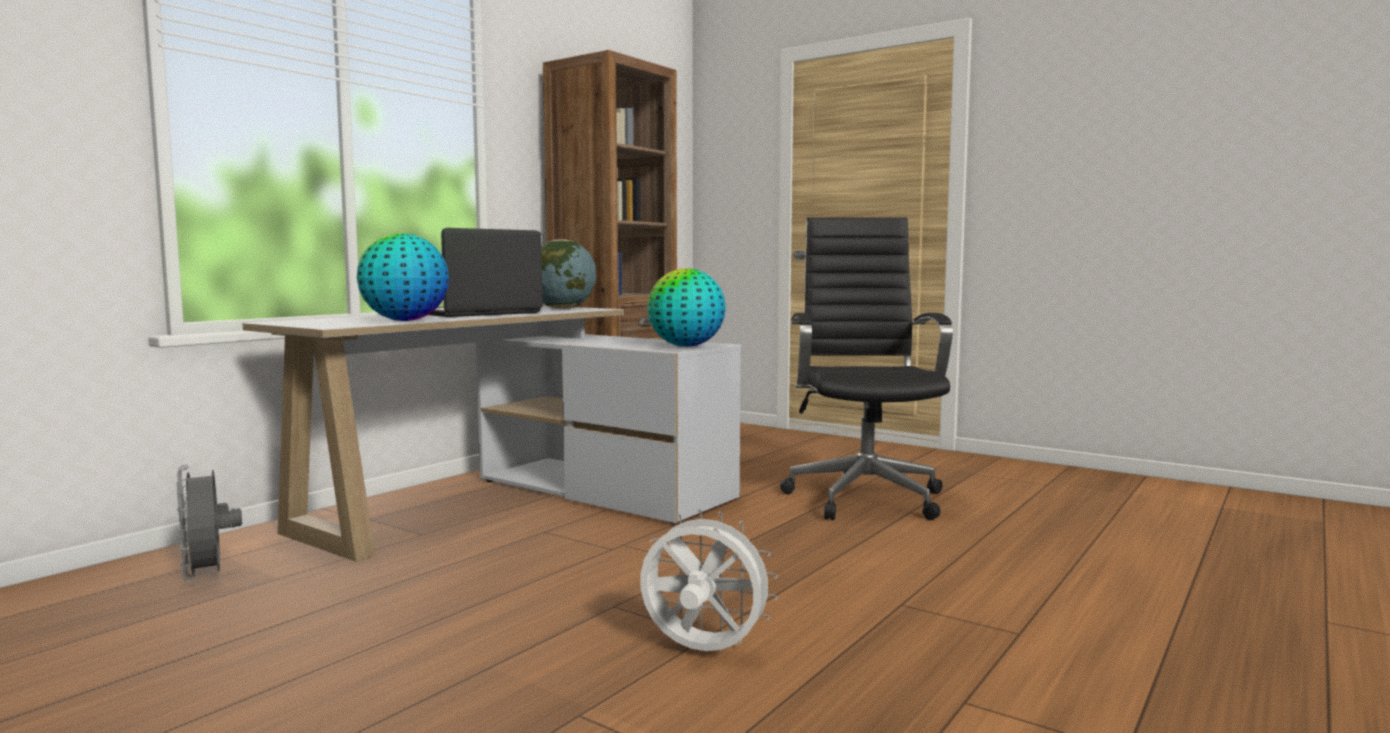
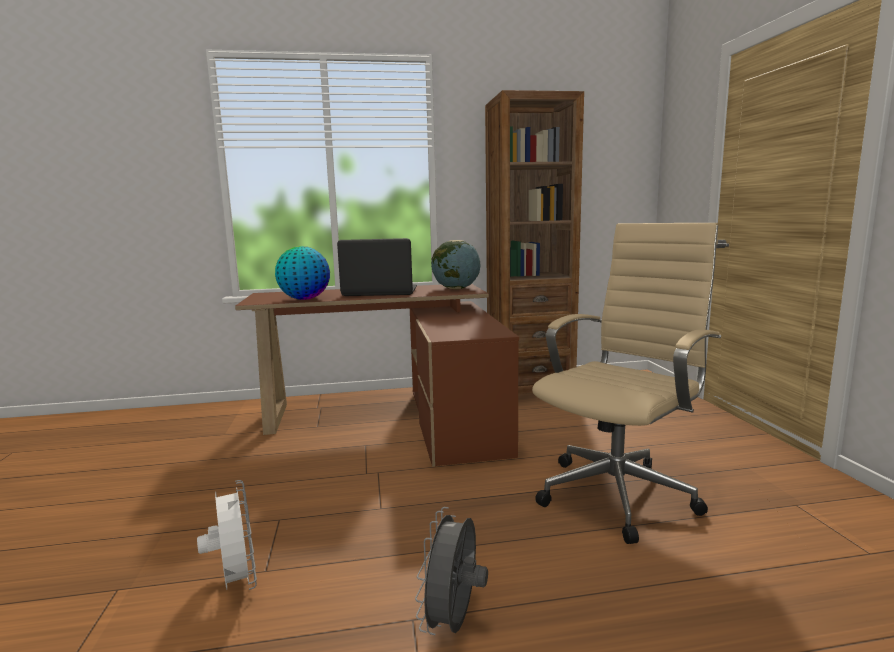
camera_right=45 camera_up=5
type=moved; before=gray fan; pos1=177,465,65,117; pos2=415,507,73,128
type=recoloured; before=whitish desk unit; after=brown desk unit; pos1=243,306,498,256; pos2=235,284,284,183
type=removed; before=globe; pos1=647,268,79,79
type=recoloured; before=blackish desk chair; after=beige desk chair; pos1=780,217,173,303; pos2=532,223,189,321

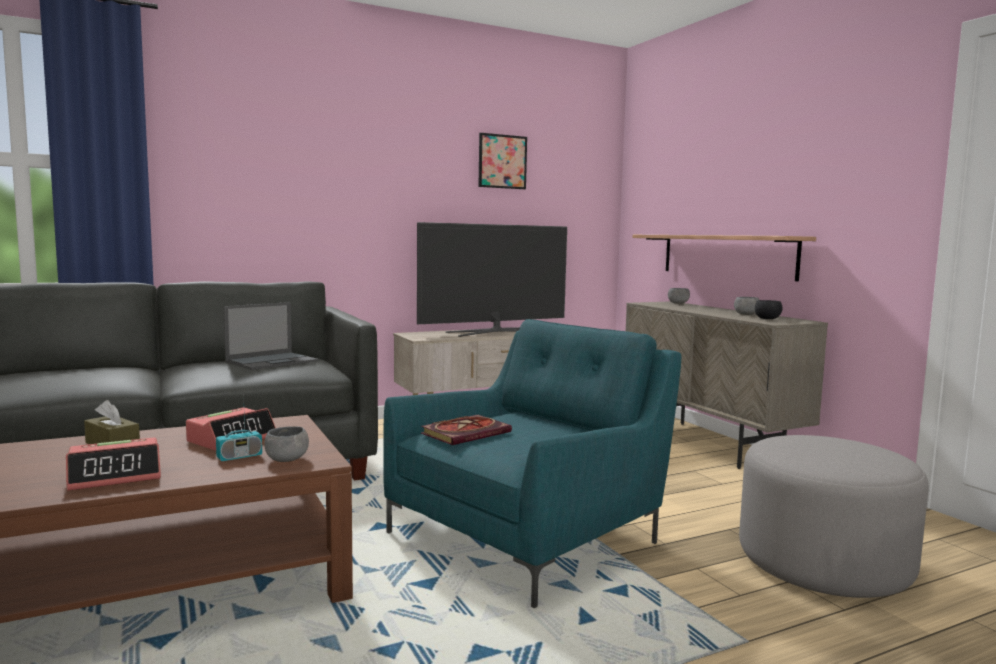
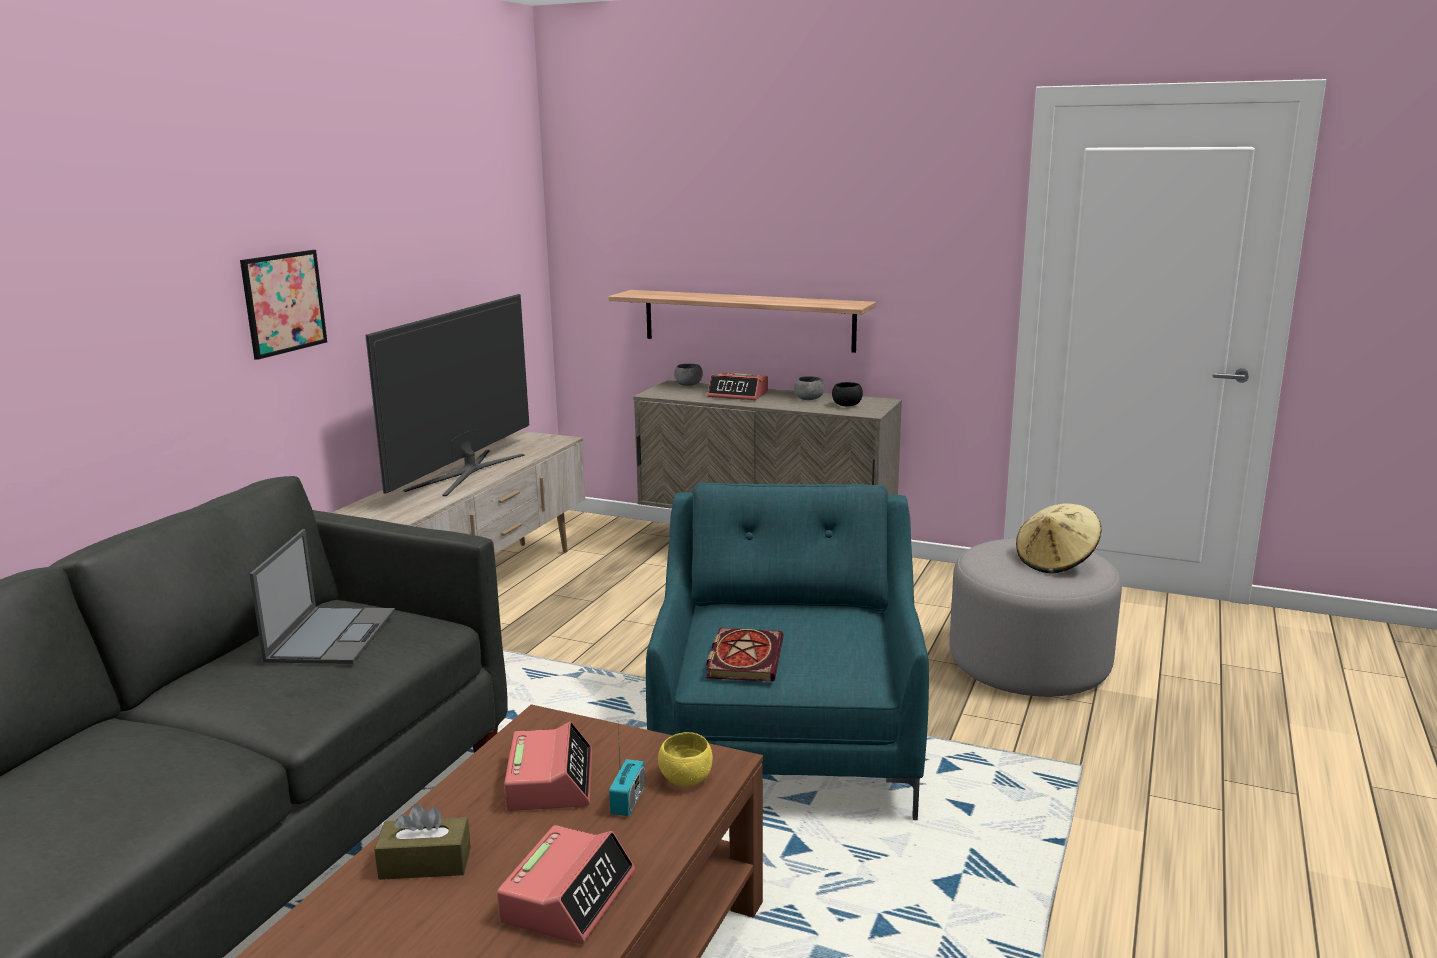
camera_right=-40 camera_up=10
type=recoloured; before=gray bowl; after=yellow bowl; pos1=264,426,45,36; pos2=658,732,55,55
type=moved; before=wall art; pos1=479,133,48,56; pos2=240,250,87,110
type=added; after=alarm clock; pos2=707,373,61,27
type=added; after=beige clothing hat; pos2=1016,503,85,70

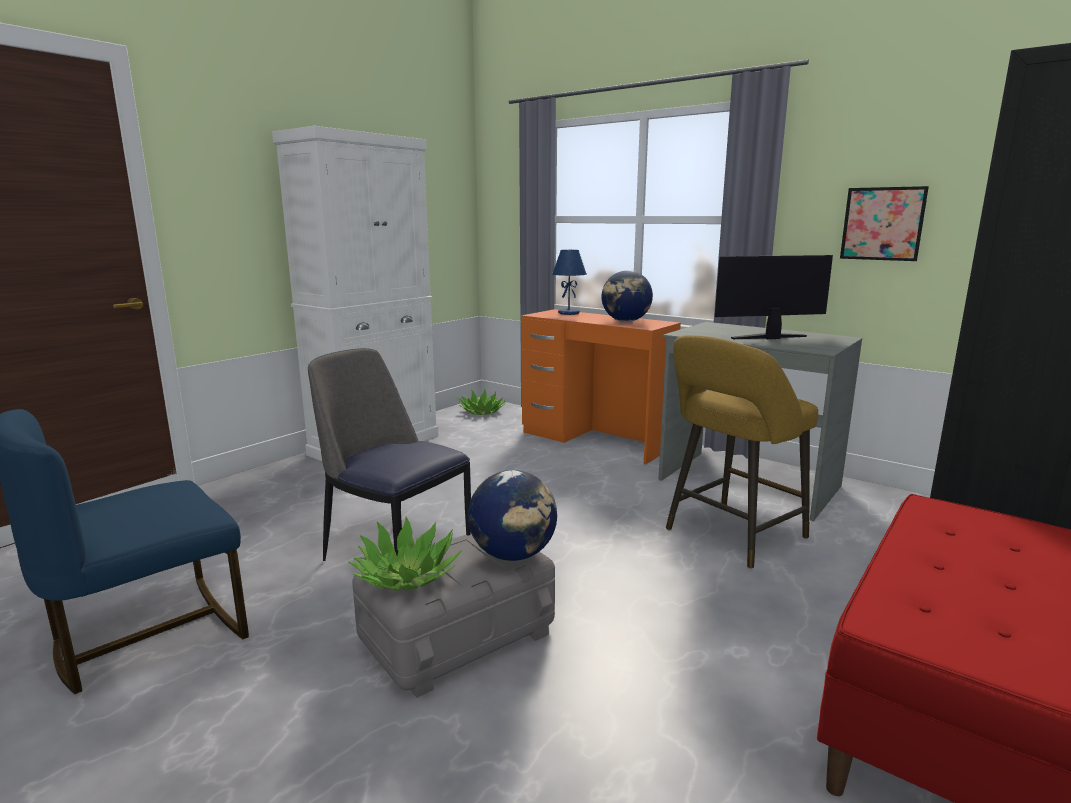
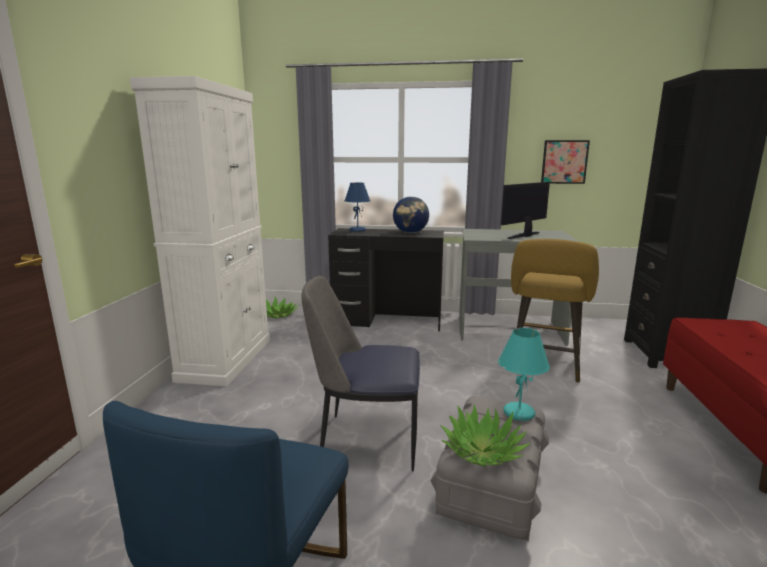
camera_right=-30 camera_up=0
type=replaced; before=globe; after=turquoise lamp for a table; pos1=468,470,89,91; pos2=498,328,52,93
type=recoloured; before=orangey desk unit; after=blackish desk unit; pos1=521,309,160,155; pos2=328,228,116,103

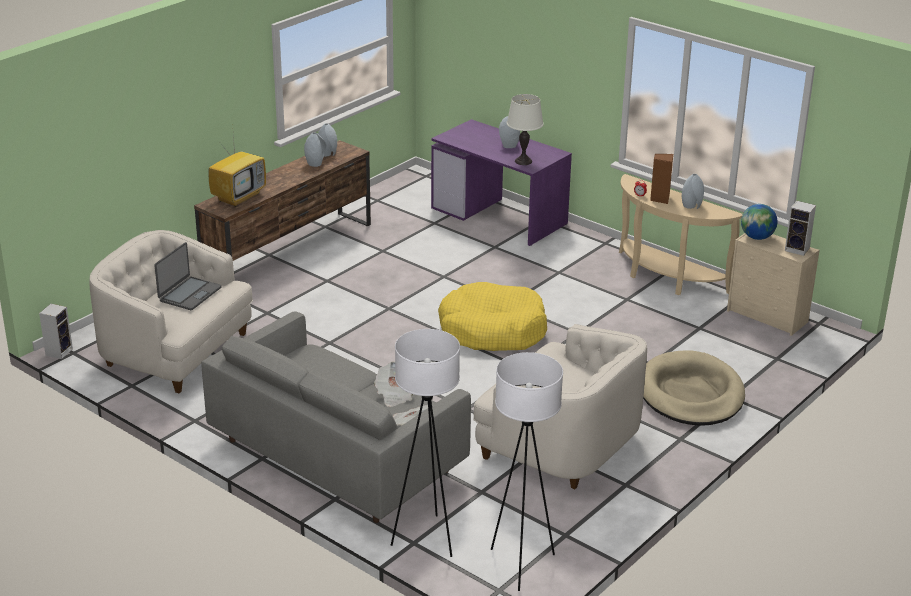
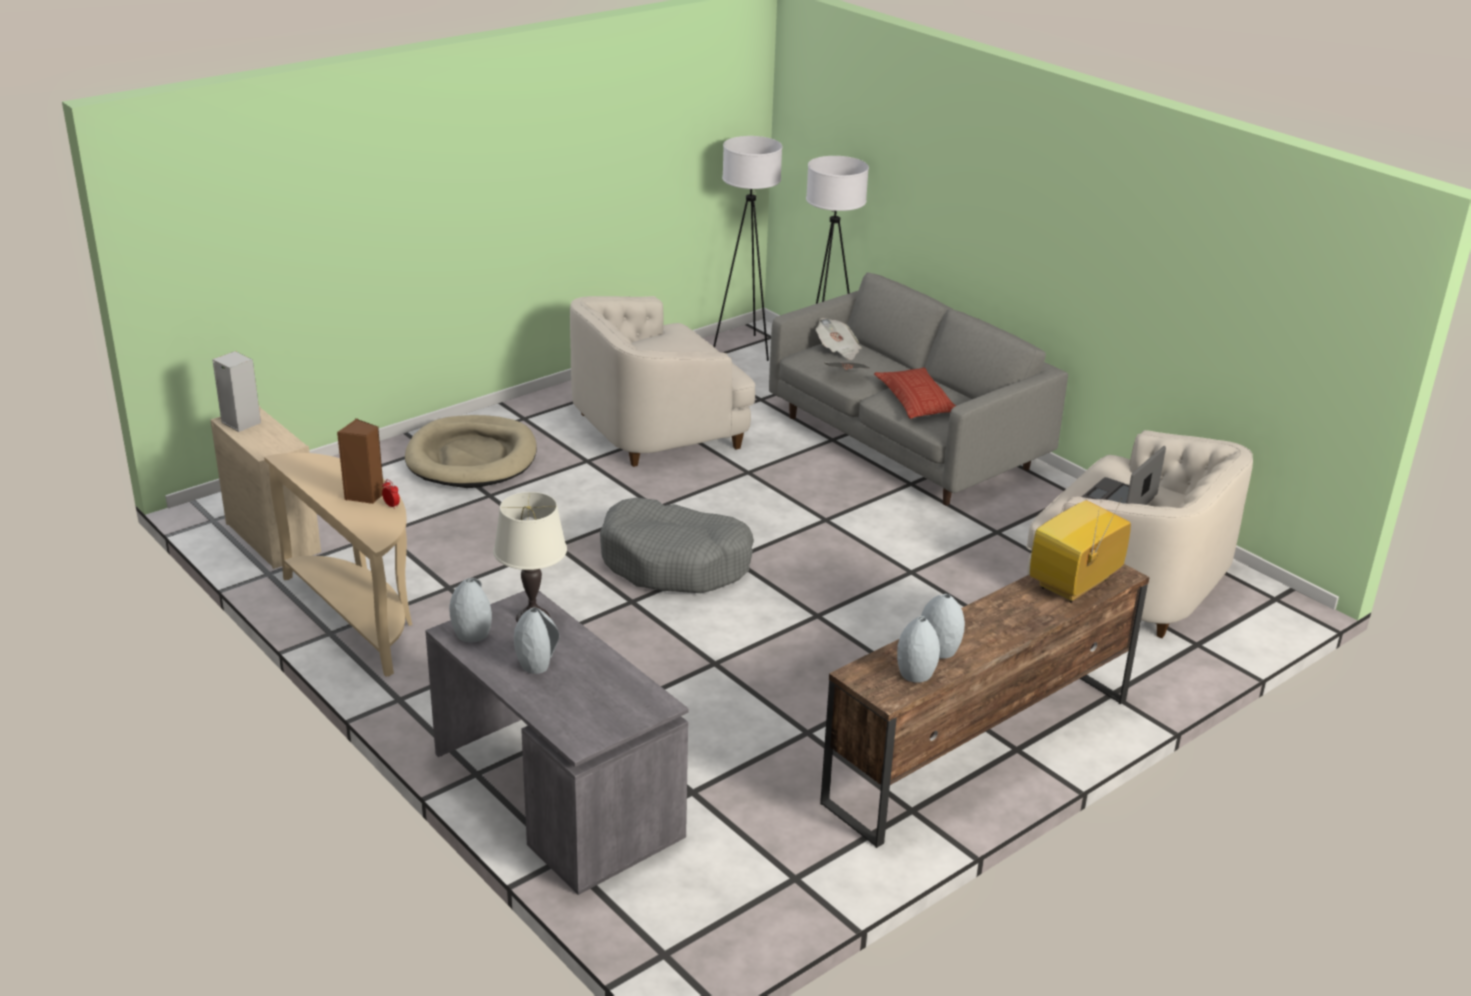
camera_right=-170 camera_up=0
type=removed; before=speaker; pos1=39,304,34,55
type=recoloured; before=purple-coloured desk unit; after=gray desk unit; pos1=431,119,141,127; pos2=425,591,263,304
type=recoloured; before=yellow dog cushion; after=gray dog cushion; pos1=438,282,109,69; pos2=600,497,154,96
type=turned; before=whitish lounge chair; pos1=473,324,174,165; pos2=570,296,186,171; turn=-75
type=moved; before=gray flower vase; pos1=682,174,22,35; pos2=449,578,43,65
type=removed; before=globe; pos1=741,204,37,36
type=added; after=pillow; pos2=874,368,82,51

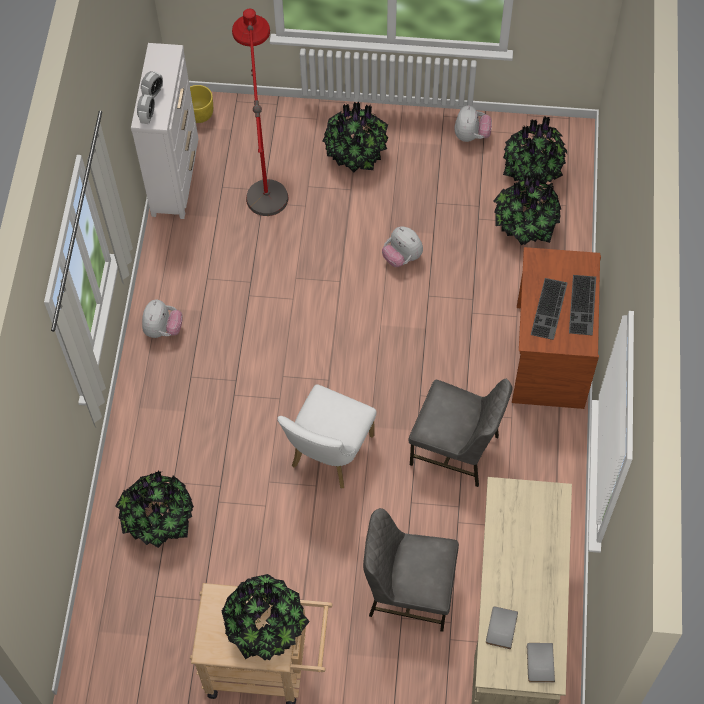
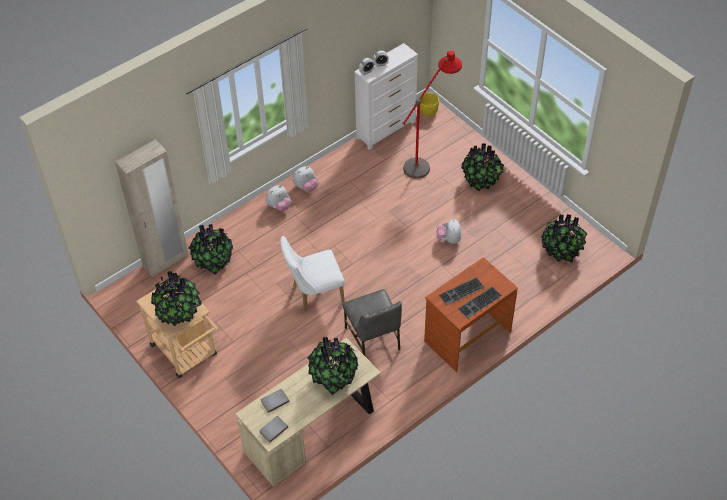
camera_right=45 camera_up=-10
type=removed; before=gray upright chair; pos1=363,508,96,124
type=moved; before=cuddly toy; pos1=455,105,37,37; pos2=266,185,25,26
type=moved; before=potted plant; pos1=493,175,68,70; pos2=307,336,51,59
type=added; after=beige wardrobe; pos2=115,140,73,137

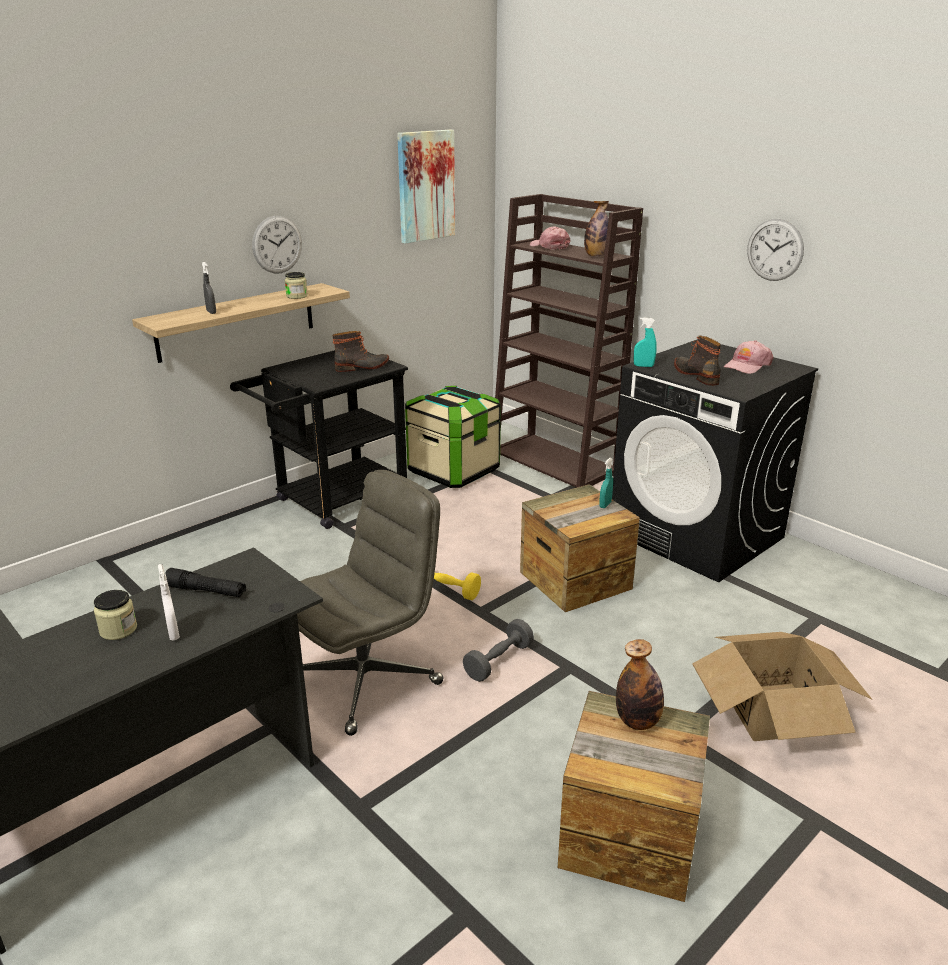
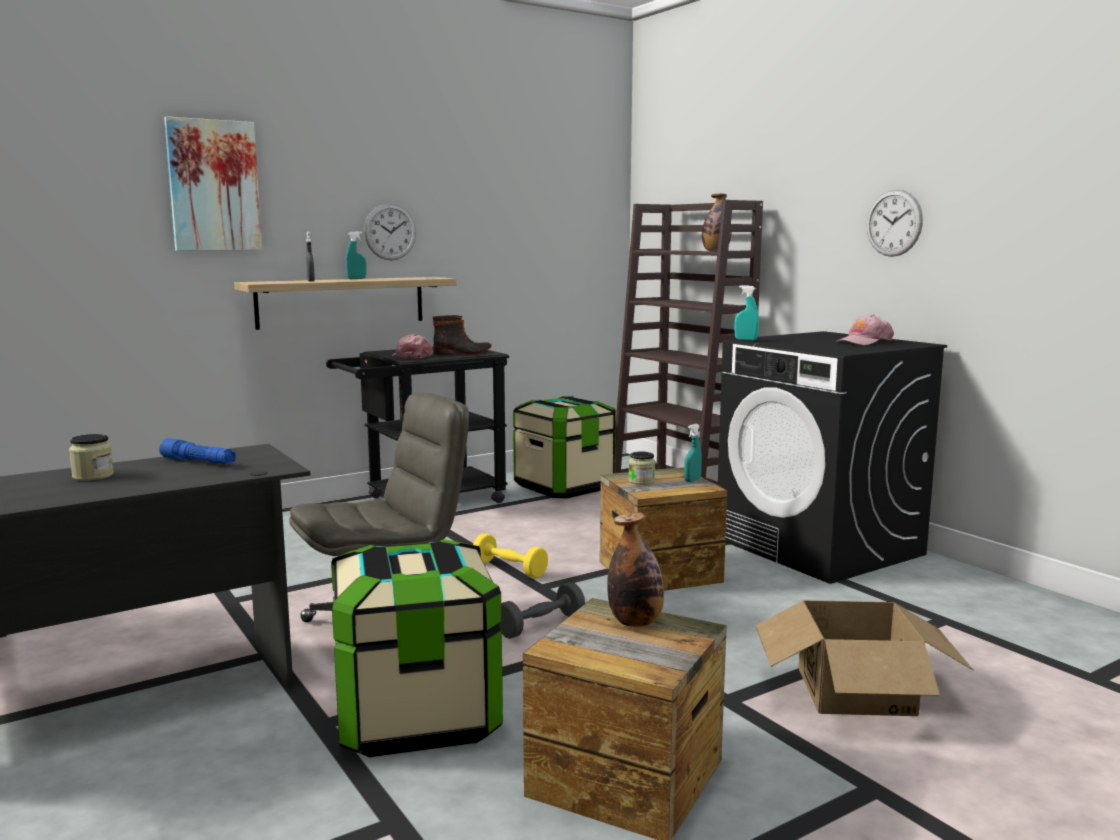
camera_right=10 camera_up=-15
type=removed; before=whitish hand sprayer; pos1=158,564,22,76
type=recoloured; before=blackish hand torch; after=blue-coloured hand torch; pos1=165,568,81,29; pos2=159,438,77,27
type=moved; before=storage jar; pos1=285,272,23,27; pos2=628,451,27,34
type=moved; before=wall art; pos1=397,130,58,114; pos2=164,116,98,135
type=moved; before=pink cap; pos1=530,227,40,23; pos2=392,334,41,24
type=removed; before=high-top boot; pos1=674,336,47,50
type=added; after=storage box; pos2=331,539,172,218
type=added; after=turquoise hand sprayer; pos2=345,232,21,47

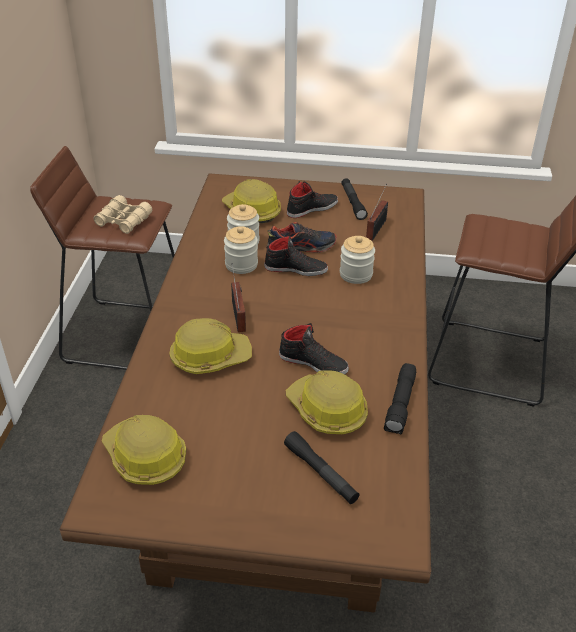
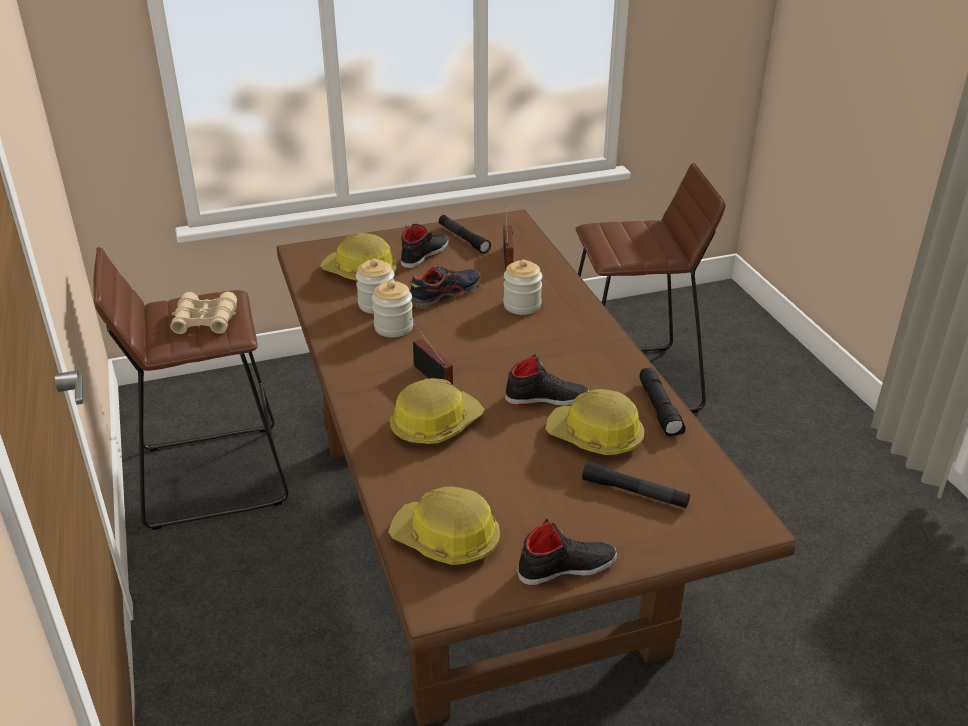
camera_right=-25 camera_up=-5
type=moved; before=blackish low shoe; pos1=264,235,64,41; pos2=517,519,100,67

